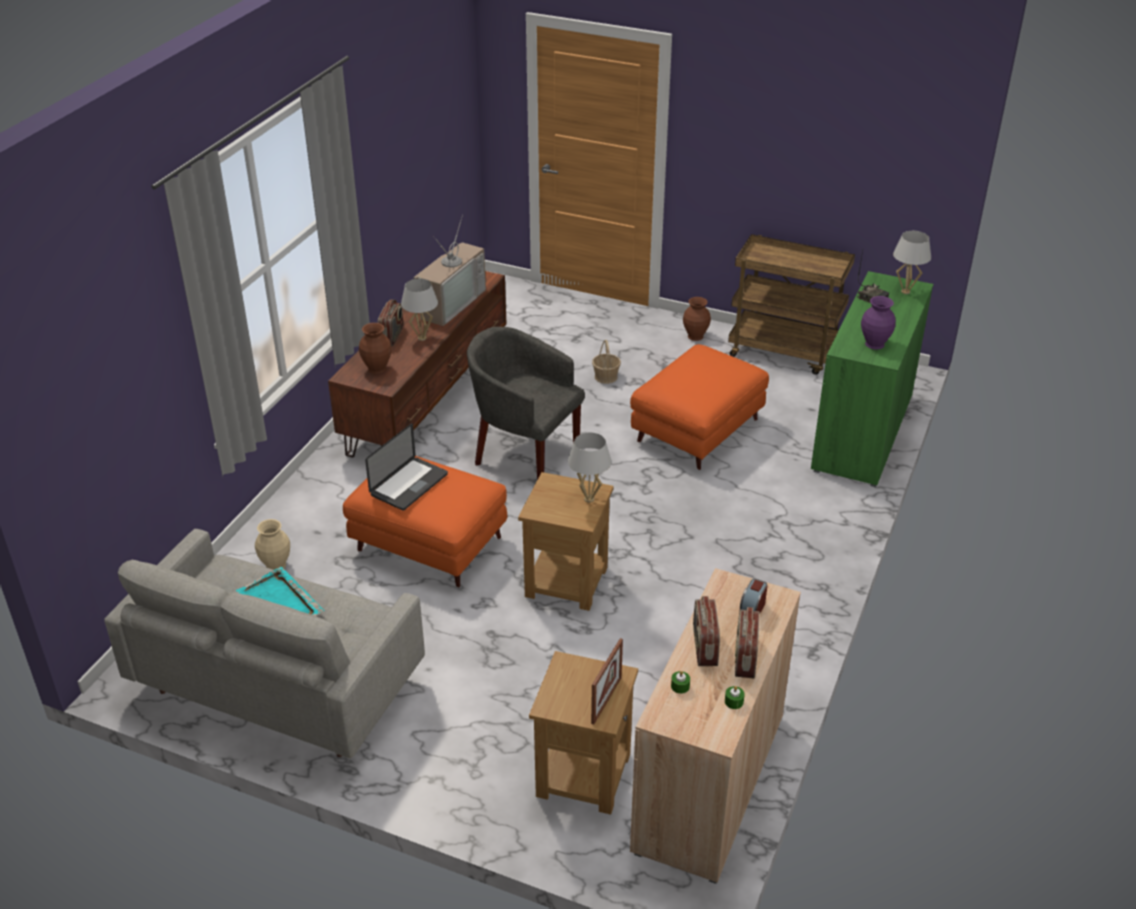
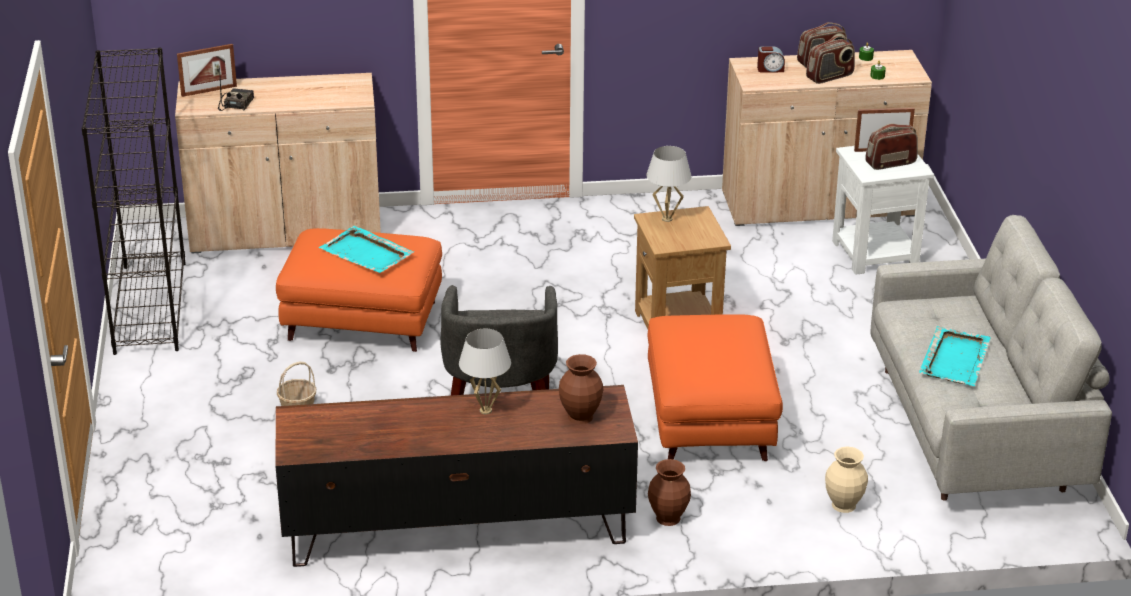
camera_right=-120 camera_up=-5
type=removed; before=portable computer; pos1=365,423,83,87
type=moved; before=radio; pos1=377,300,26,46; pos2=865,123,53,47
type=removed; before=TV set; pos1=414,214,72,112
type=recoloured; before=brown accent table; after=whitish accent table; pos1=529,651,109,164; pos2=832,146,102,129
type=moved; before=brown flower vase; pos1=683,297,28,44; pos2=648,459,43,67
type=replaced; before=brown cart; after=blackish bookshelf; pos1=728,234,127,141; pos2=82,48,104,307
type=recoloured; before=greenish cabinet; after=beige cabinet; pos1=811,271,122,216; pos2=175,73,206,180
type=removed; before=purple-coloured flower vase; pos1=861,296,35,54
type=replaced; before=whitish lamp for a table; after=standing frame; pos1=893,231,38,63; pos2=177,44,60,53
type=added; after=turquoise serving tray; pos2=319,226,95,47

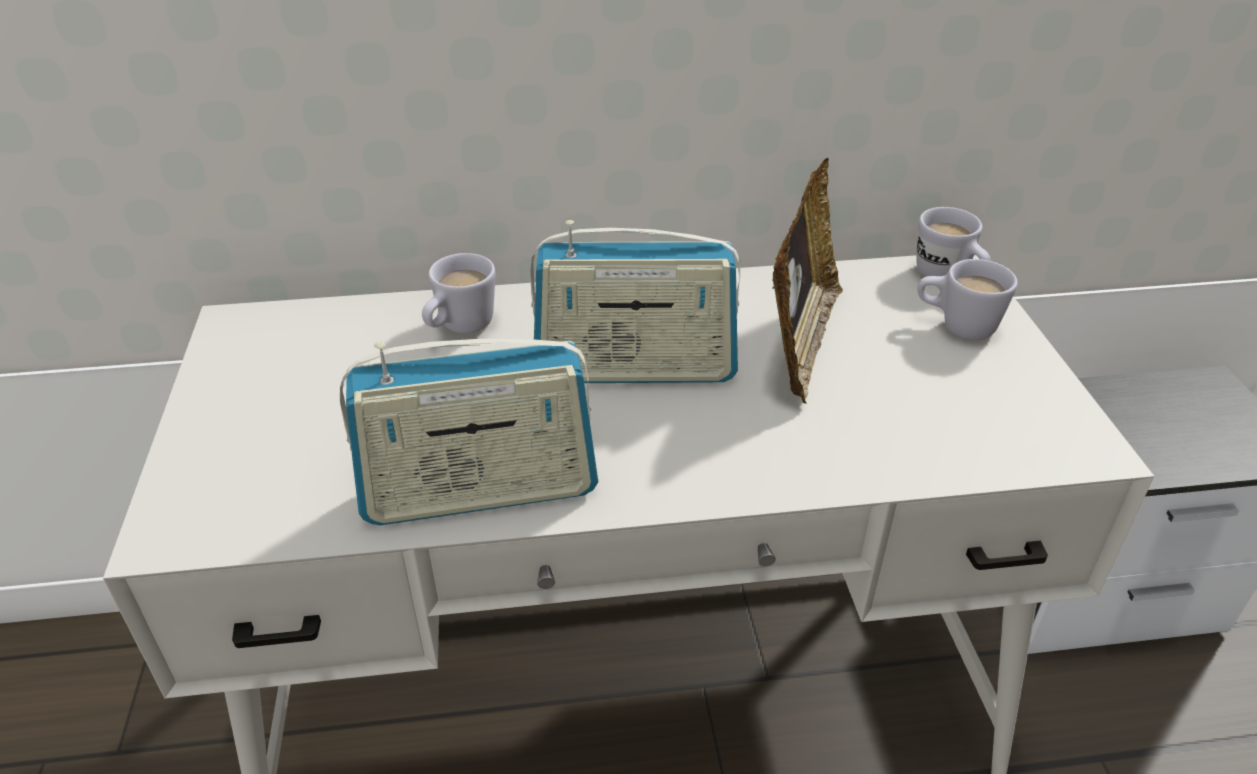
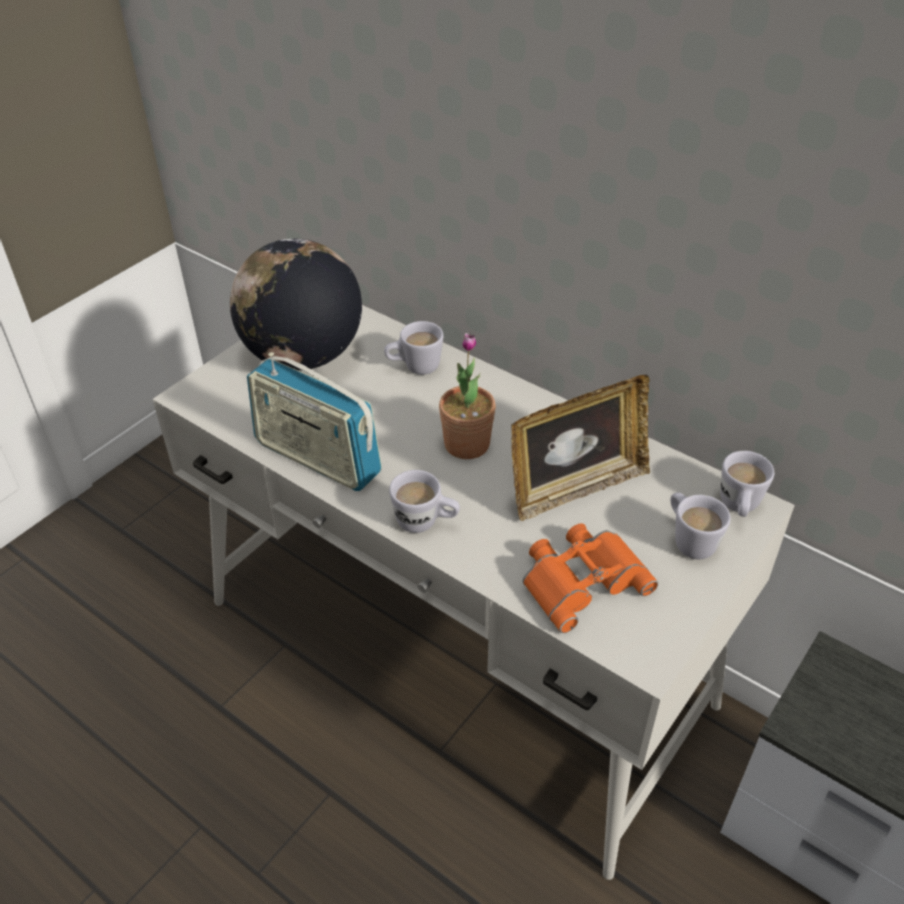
camera_right=45 camera_up=5
type=replaced; before=radio; after=potted plant; pos1=530,220,210,163; pos2=439,333,57,126
type=added; after=globe; pos2=230,238,132,132
type=added; after=whitish coffee mug; pos2=389,470,71,63
type=added; after=orangey pair of binoculars; pos2=523,524,135,109

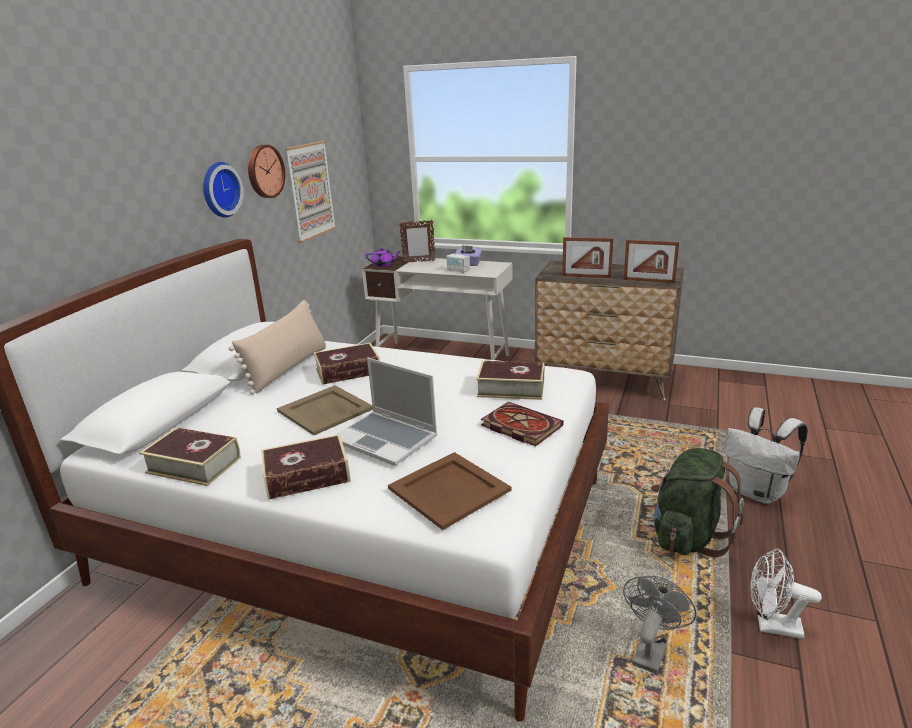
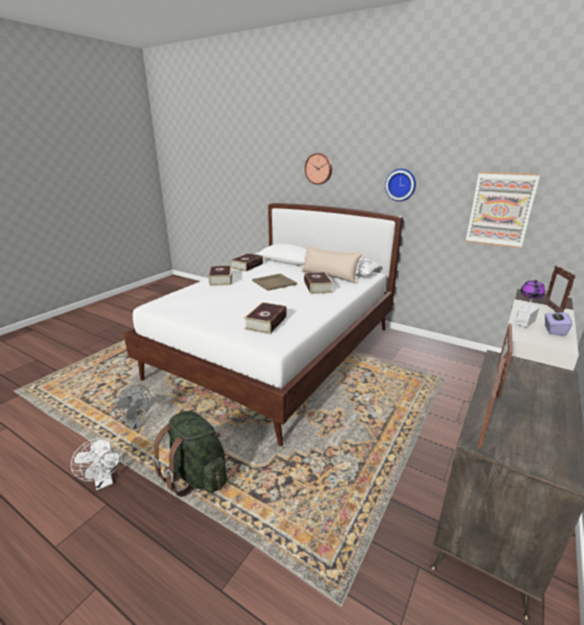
camera_right=100 camera_up=0
type=moved; before=hanging clock; pos1=248,145,37,53; pos2=305,153,27,32
type=removed; before=portable computer; pos1=335,358,103,108
type=removed; before=brown serving tray; pos1=388,452,123,78
type=removed; before=book; pos1=480,402,84,44
type=removed; before=whitish knapsack; pos1=723,407,85,97
type=turned; before=whitish fan; pos1=750,549,72,90; pos2=71,438,51,52; turn=120

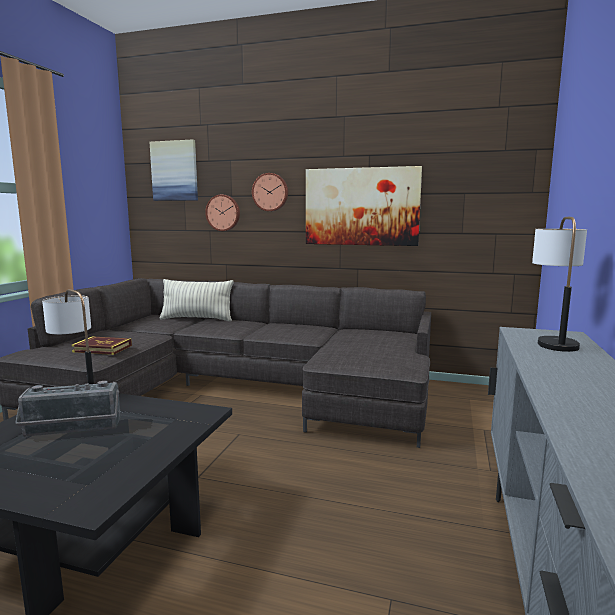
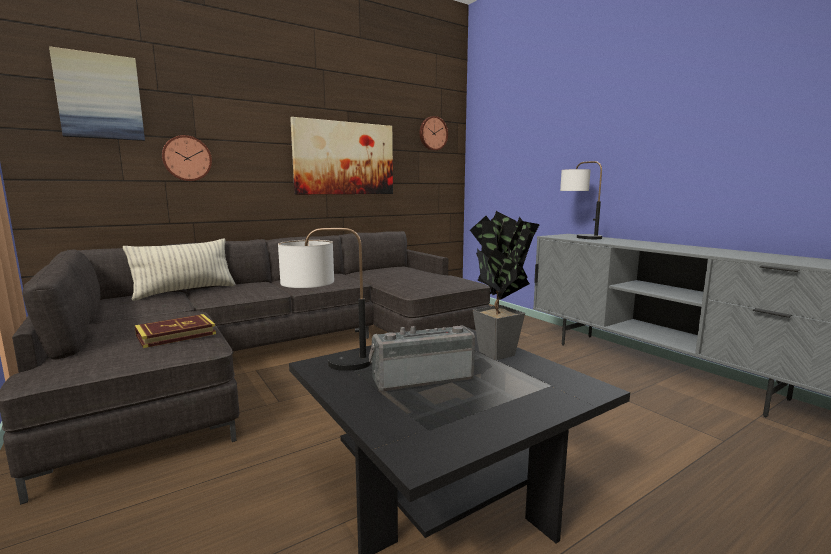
camera_right=-50 camera_up=0
type=turned; before=radio; pos1=15,381,106,56; pos2=369,325,106,66; turn=-135
type=moved; before=hanging clock; pos1=252,173,36,38; pos2=420,116,28,35
type=added; after=potted plant; pos2=470,211,70,149

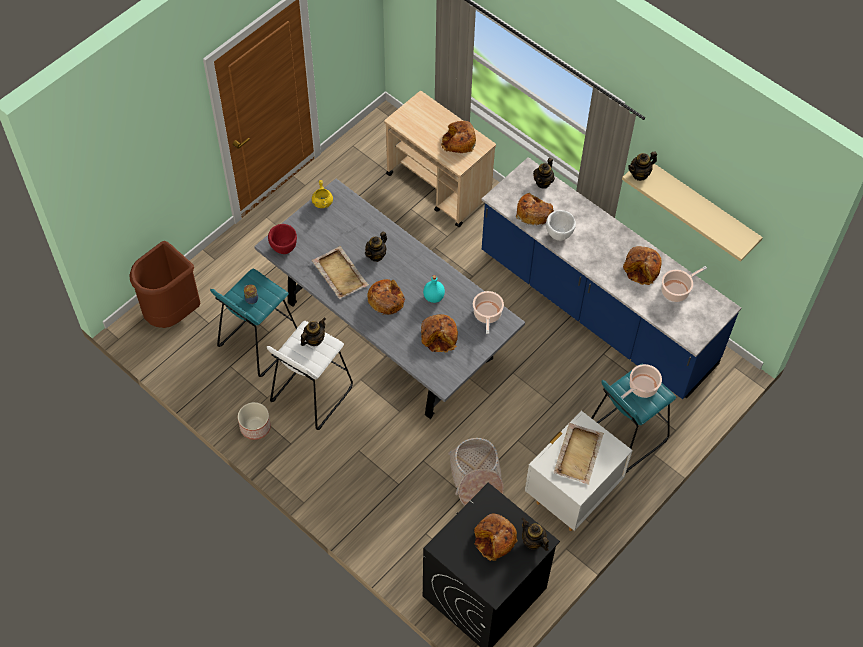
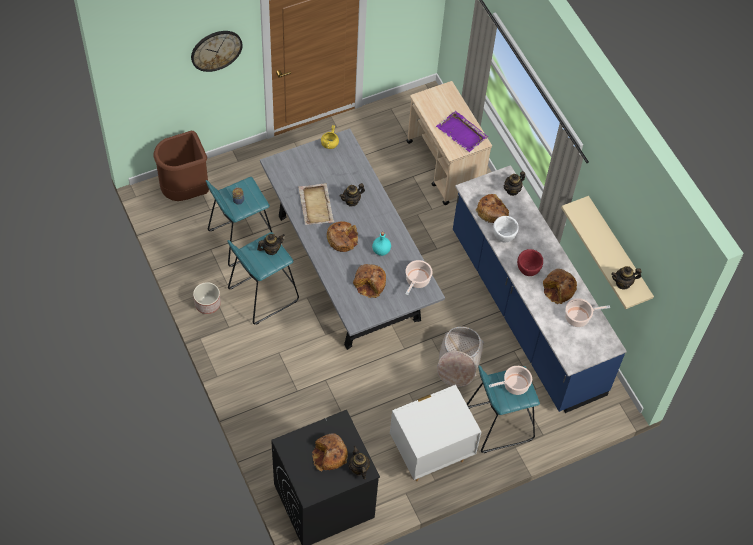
camera_right=20 camera_up=0
type=recoloured; before=whitish stool; after=turquoise stool; pos1=267,321,86,109; pos2=227,232,72,93
type=moved; before=red-coloured bowl; pos1=268,224,29,30; pos2=517,249,26,27
type=replaced; before=bread; after=purple-coloured serving tray; pos1=441,121,35,32; pos2=436,111,52,41
type=moved; before=storage basket; pos1=448,438,56,68; pos2=436,326,48,61
type=removed; before=beige serving tray; pos1=554,423,50,62
type=moved; before=teapot; pos1=628,151,29,30; pos2=611,266,30,24
type=added; after=hanging clock; pos2=191,31,52,41

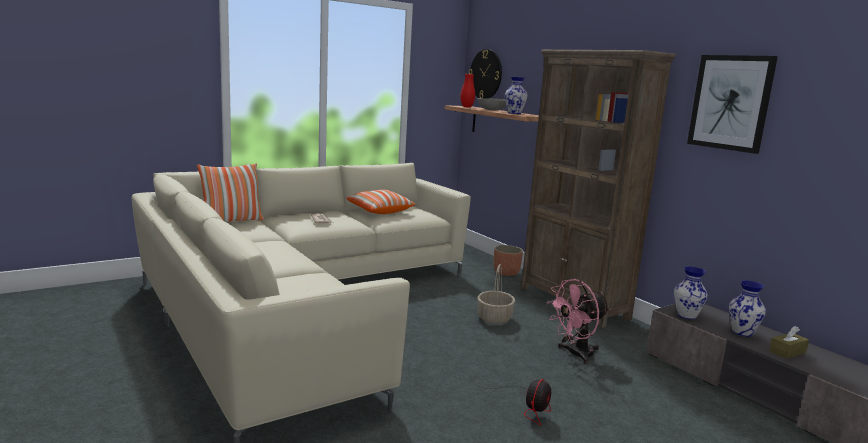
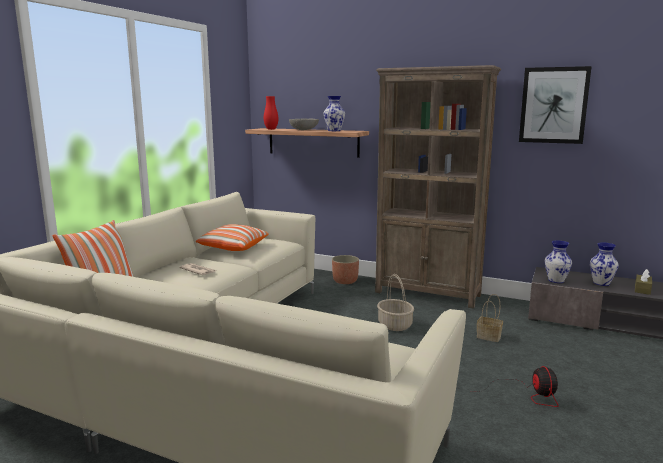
camera_right=-30 camera_up=0
type=removed; before=hanging clock; pos1=469,49,33,50
type=replaced; before=pink fan; after=storage basket; pos1=547,279,63,85; pos2=477,294,26,48

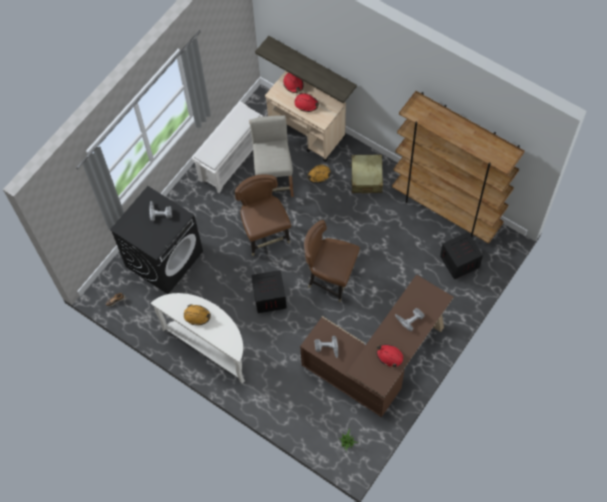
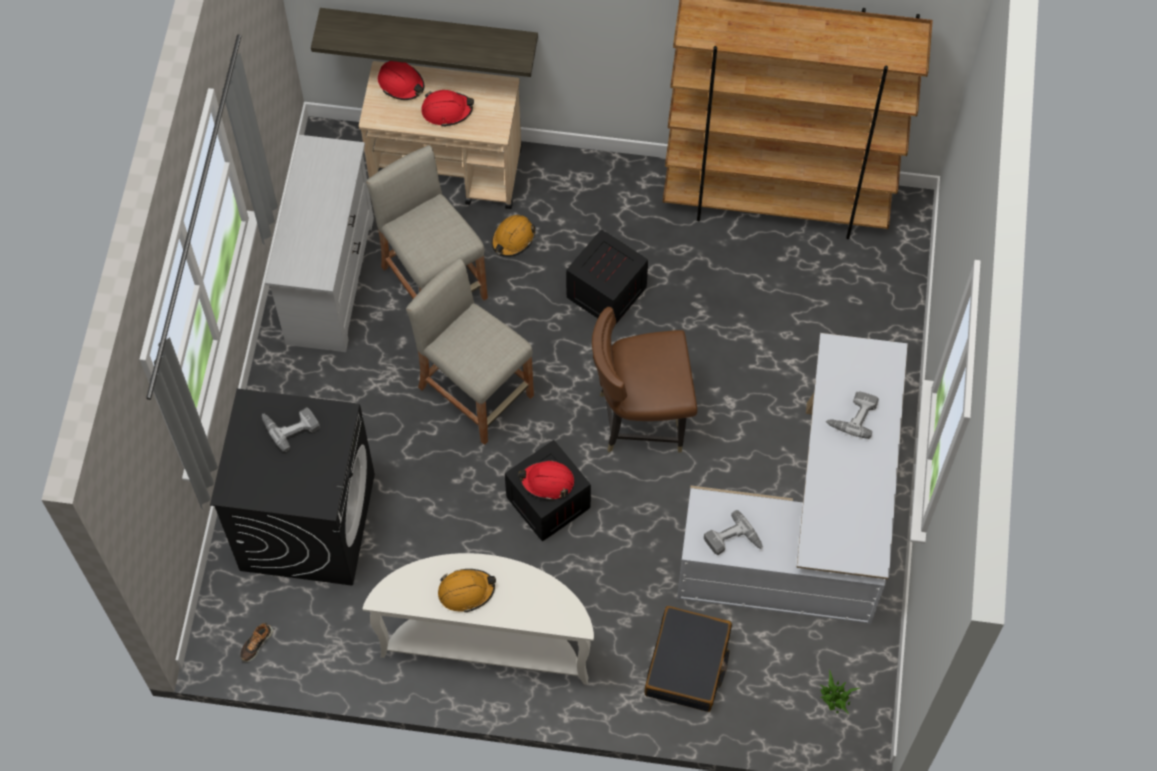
camera_right=-30 camera_up=0
type=replaced; before=whitish shoe stand; after=whitish dresser; pos1=192,101,71,92; pos2=265,135,109,217
type=replaced; before=brown upright chair; after=beige stool; pos1=235,174,56,82; pos2=406,258,128,187
type=recoloured; before=brown desk unit; after=whitish desk unit; pos1=300,274,154,143; pos2=677,333,231,291
type=removed; before=beige suitcase; pos1=350,154,33,40
type=moved; before=red-coloured safety helmet; pos1=377,344,26,23; pos2=518,461,56,40
type=moved; before=packing crate; pos1=440,232,43,47; pos2=566,229,82,96
type=added; after=blackish suitcase; pos2=644,606,88,106

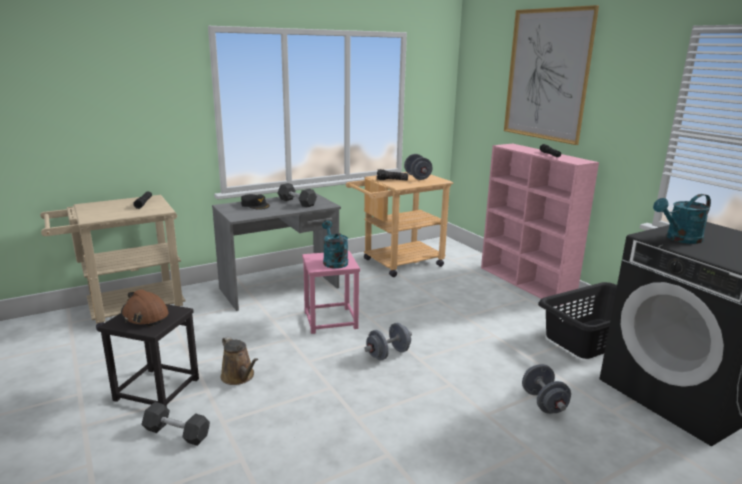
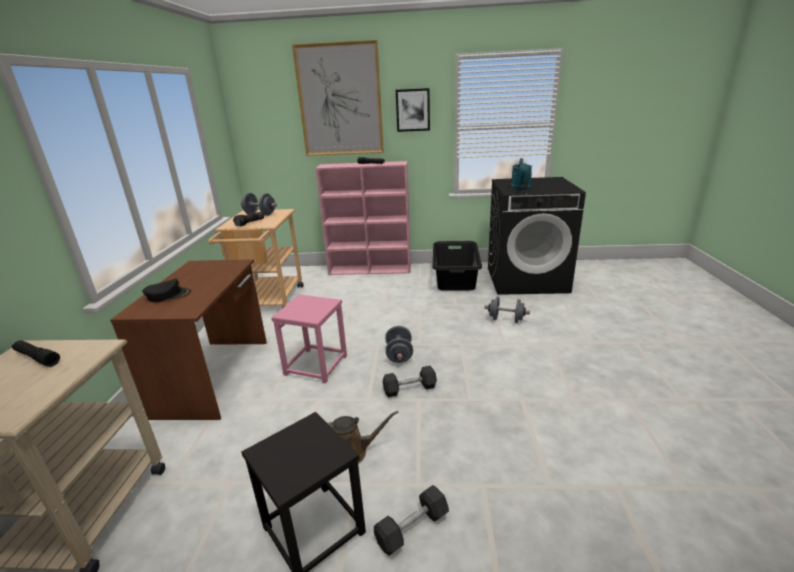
camera_right=-55 camera_up=5
type=removed; before=brown safety helmet; pos1=121,289,48,37
type=recoloured; before=gray desk unit; after=brown desk unit; pos1=212,193,129,118; pos2=110,259,157,161
type=moved; before=gray free weight; pos1=278,183,39,24; pos2=383,366,54,31
type=removed; before=turquoise sprinkling can; pos1=322,221,26,48
type=added; after=wall art; pos2=396,88,34,44

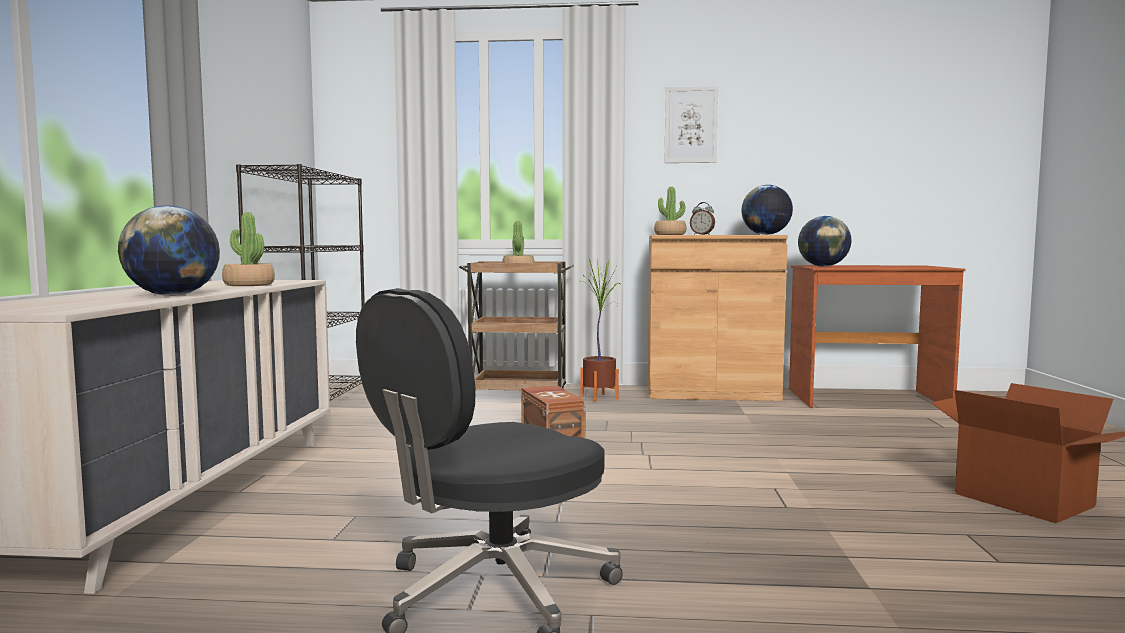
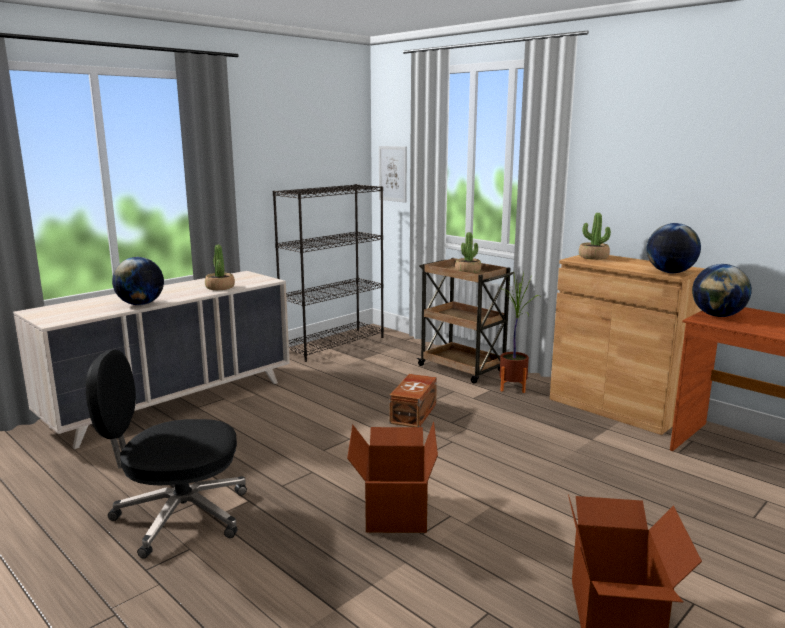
camera_right=40 camera_up=10
type=moved; before=wall art; pos1=665,86,53,77; pos2=379,146,28,57
type=removed; before=alarm clock; pos1=690,202,25,33
type=added; after=packing box; pos2=347,422,91,111

